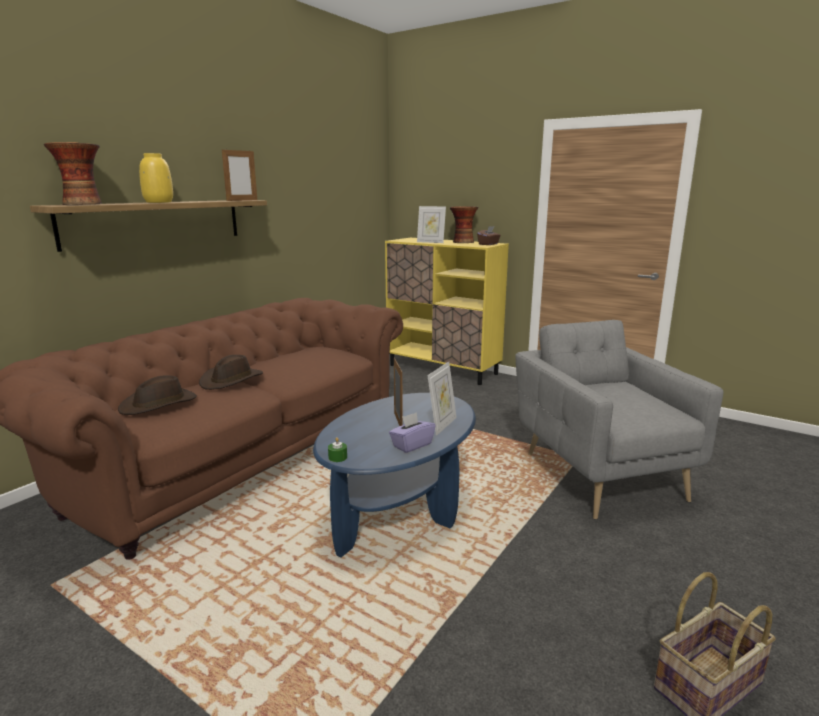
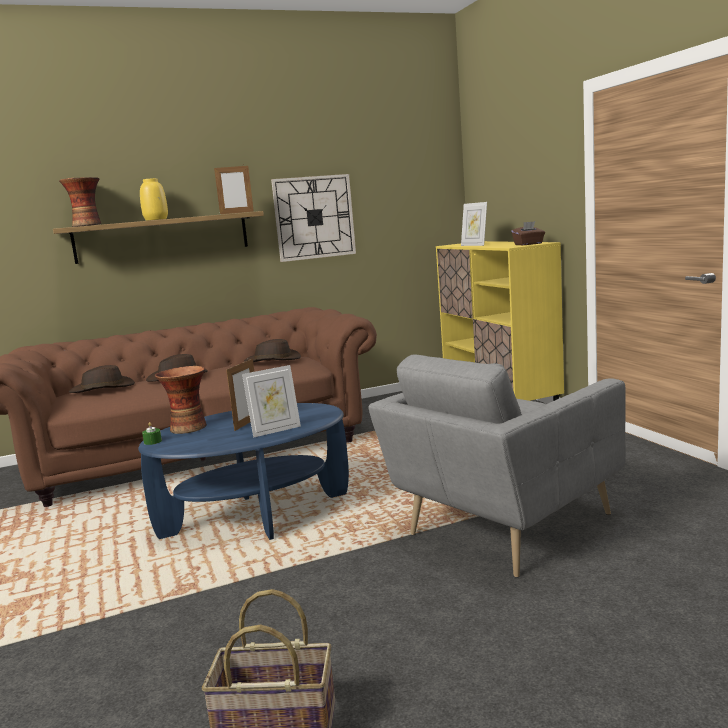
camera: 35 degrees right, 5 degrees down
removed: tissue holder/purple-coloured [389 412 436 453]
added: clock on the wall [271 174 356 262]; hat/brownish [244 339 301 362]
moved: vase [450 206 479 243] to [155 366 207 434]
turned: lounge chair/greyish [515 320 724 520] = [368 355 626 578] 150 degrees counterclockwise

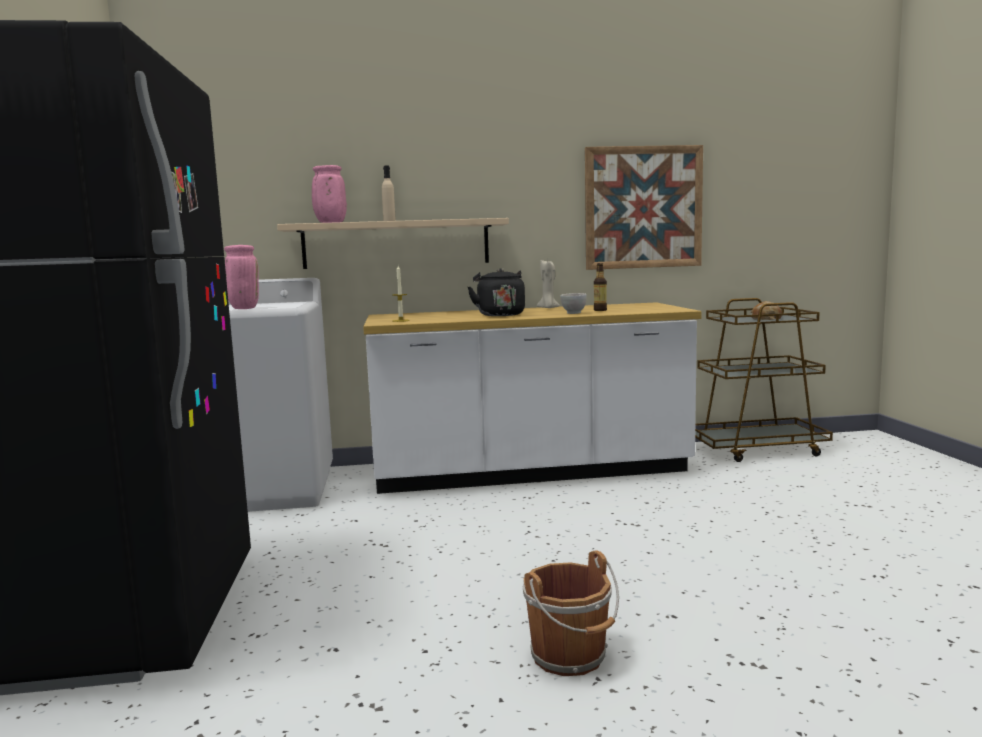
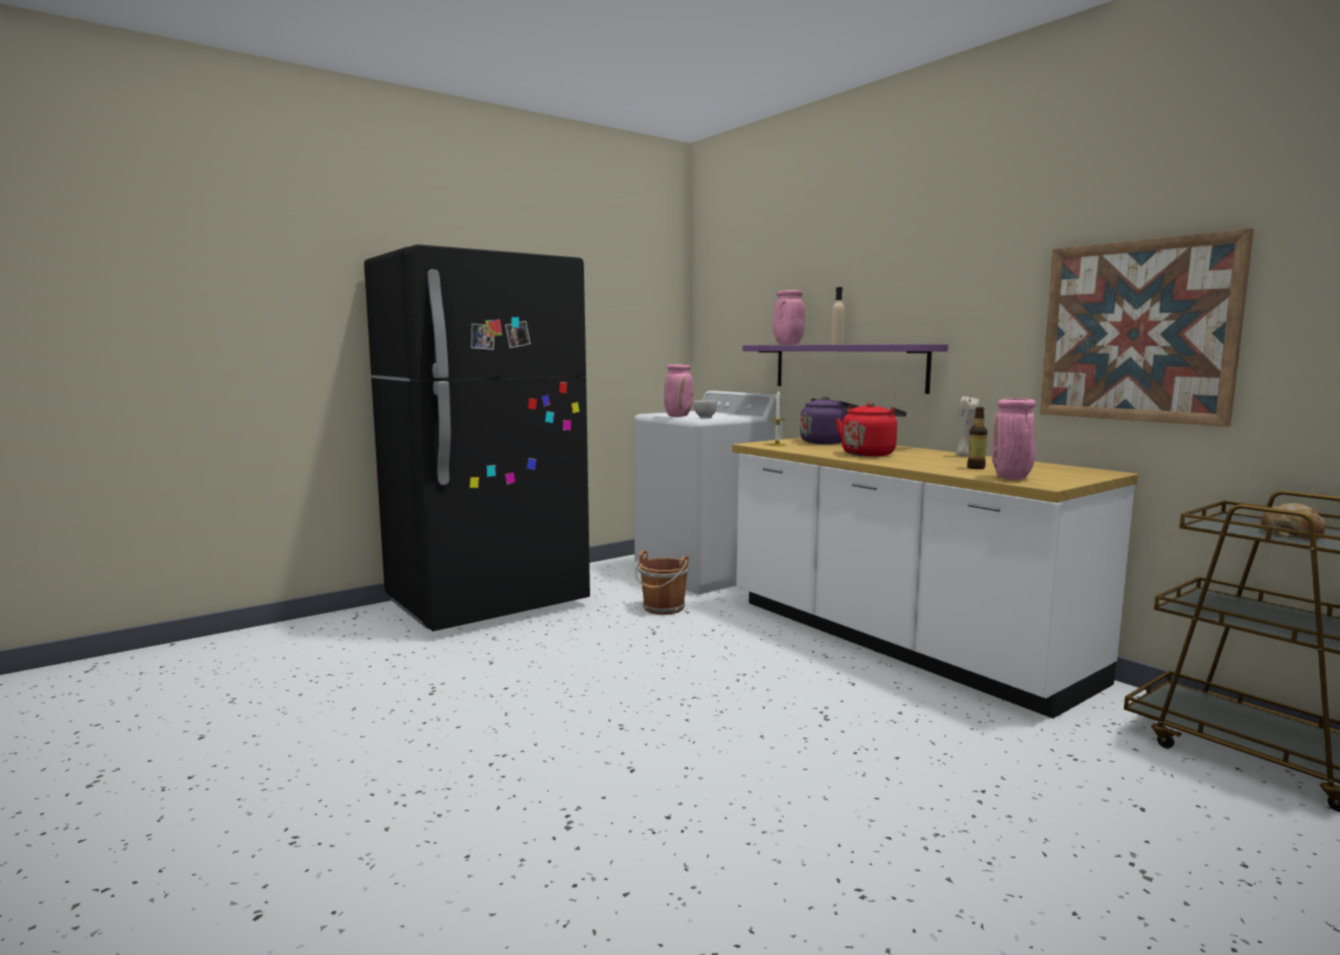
camera: 60 degrees right, 0 degrees up
added: water kettle/purple-coloured [800 396 859 444]; vase/pinkish [992 398 1036 480]
moved: serving bowl/white-coloured [560 293 587 314] to [693 400 717 419]; water bucket/brownish [523 550 619 676] to [635 550 689 615]
recoloured: wall shelf/beige-coloured [277 218 509 269] to wall shelf/purple-coloured [742 344 948 394]; water kettle/blackish [468 268 525 316] to water kettle/red-coloured [836 402 907 457]

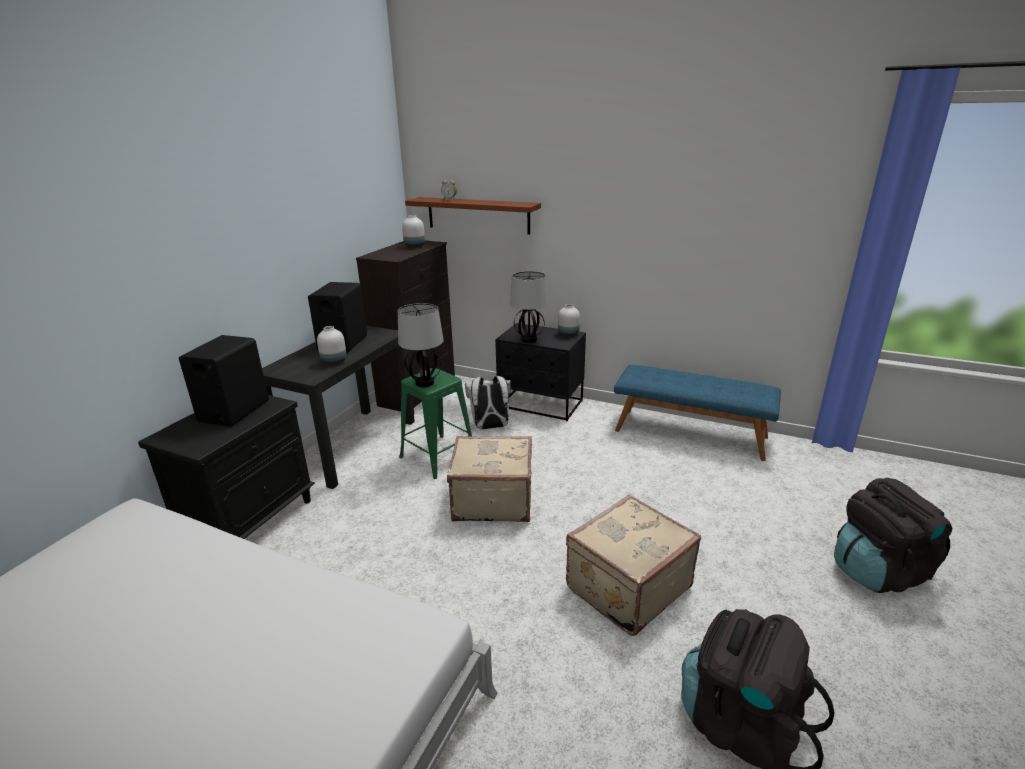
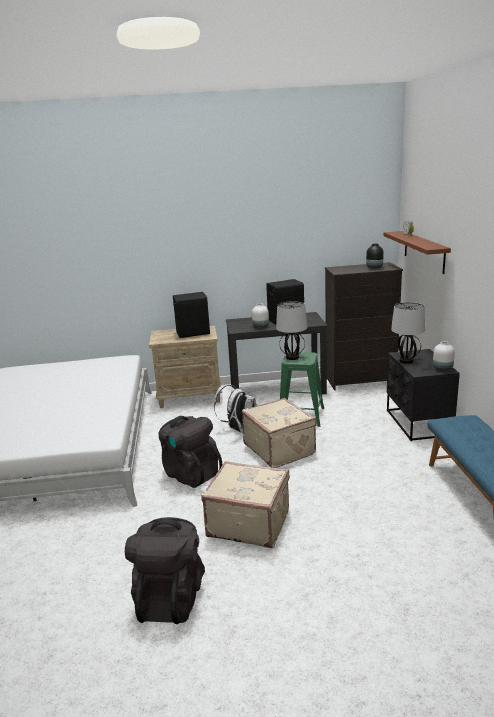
camera: 60 degrees right, 5 degrees down
moved: knapsack/white-coloured [465 376 511 430] to [214 384 257 433]; knapsack/blackish [834 478 952 593] to [159 416 222 488]
recoloured: vase/white-coloured [402 215 425 248] to vase/blackish [366 244 384 269]; night table/blackish [138 395 315 539] to night table/beige-coloured [149 326 222 408]

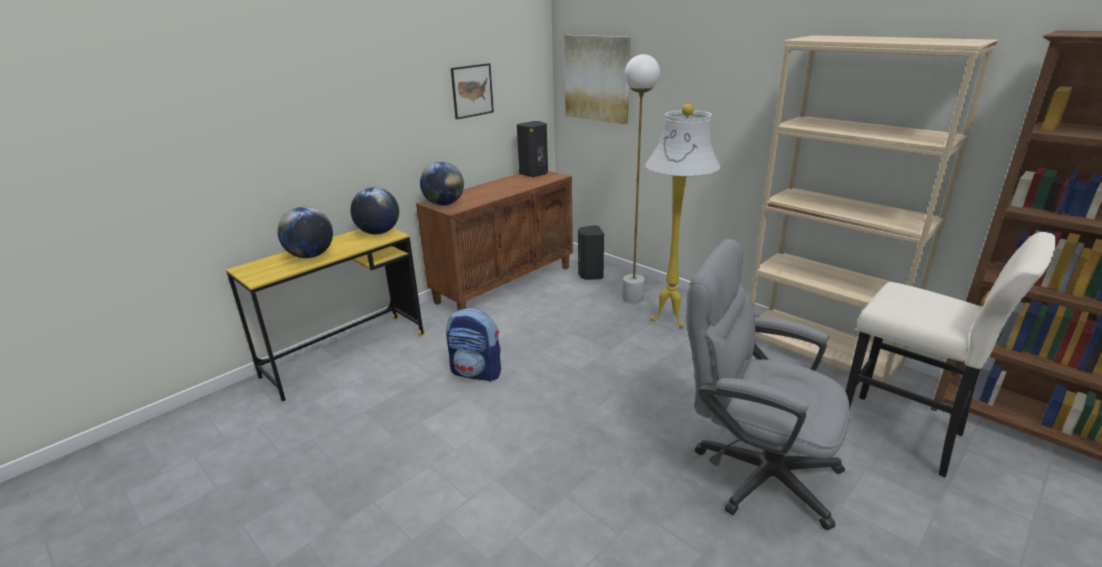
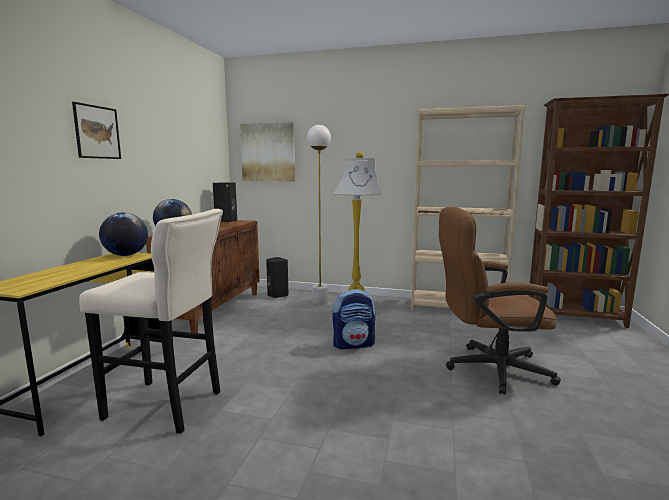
camera: 30 degrees left, 15 degrees down
removed: desk globe [278 207 333 258]
moved: wall art [451 63 494 119] to [72 102 121 159]; sitting stool/beige-coloured [846 232 1056 477] to [79 209 223 434]; knapsack [446 308 501 382] to [332 289 375 349]
recoloured: computer chair/greyish [686 239 849 530] to computer chair/brownish [439 206 561 394]

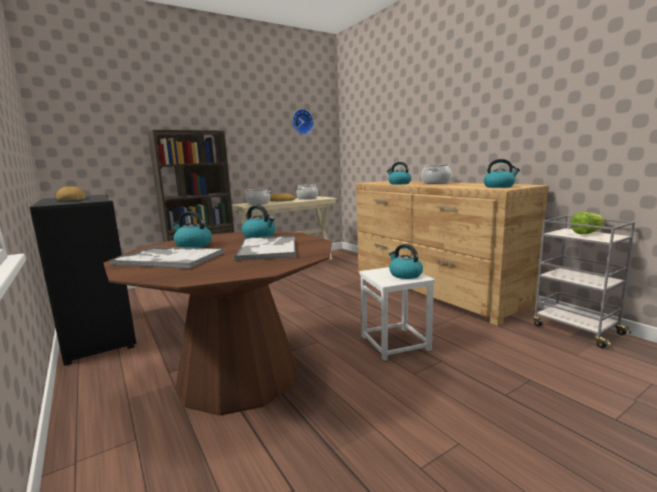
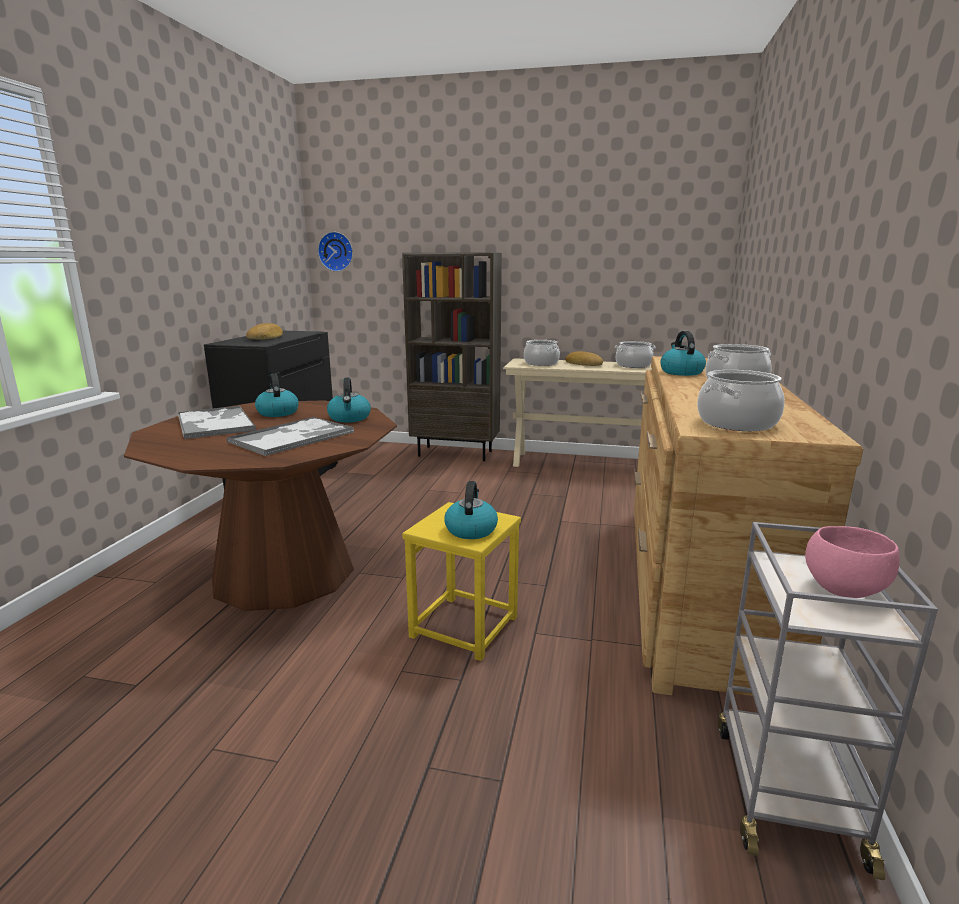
camera: 45 degrees right, 5 degrees up
moved: clock on the wall [292 109 314 135] to [318 232 353 272]
replaced: water kettle [484 159 520 188] to cooking pot [697 370 785 431]; lettuce head [570 212 605 234] to serving bowl/pinkish [805 526 900 598]
recoloured: sitting stool/white-coloured [359 267 435 361] to sitting stool/yellowish [402 502 521 661]

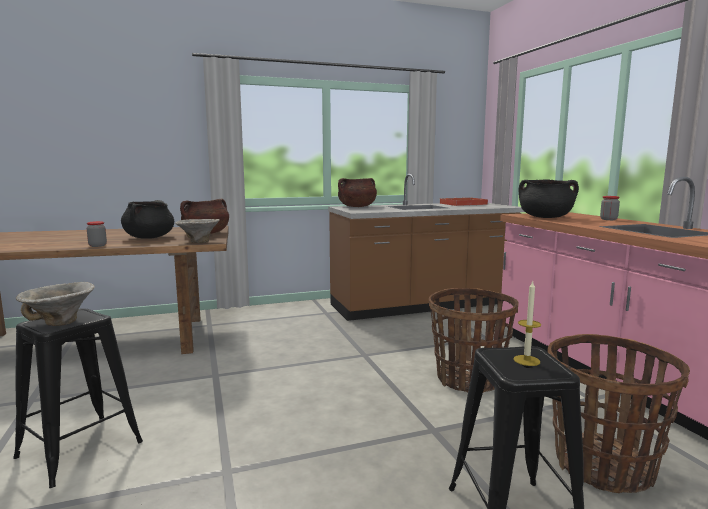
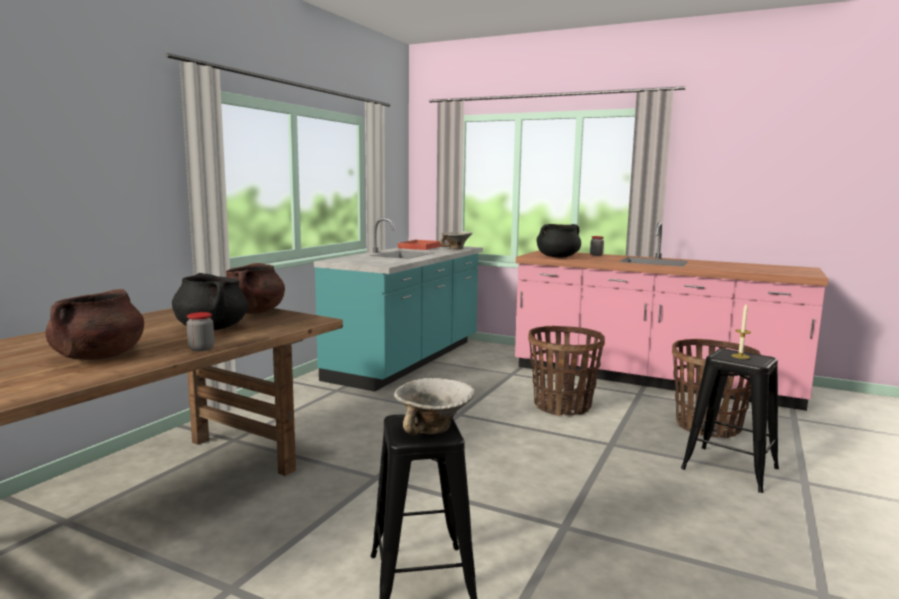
camera: 45 degrees left, 0 degrees up
moved: cooking pot/brownish [338 178 377 207] to [46 289 144 360]; serving bowl [175 219 220 243] to [440 231 473 249]
recoloured: counter/brownish [328 174 525 321] to counter/turquoise-coloured [314 218 483 392]

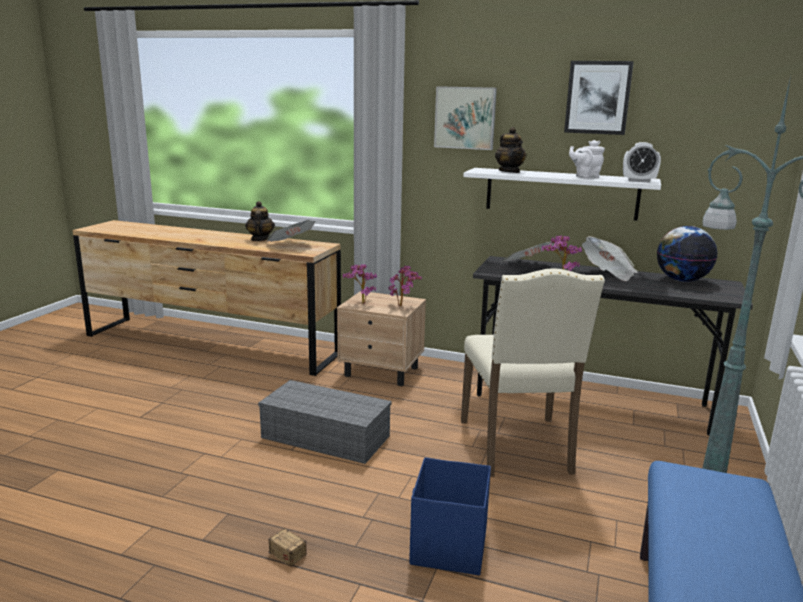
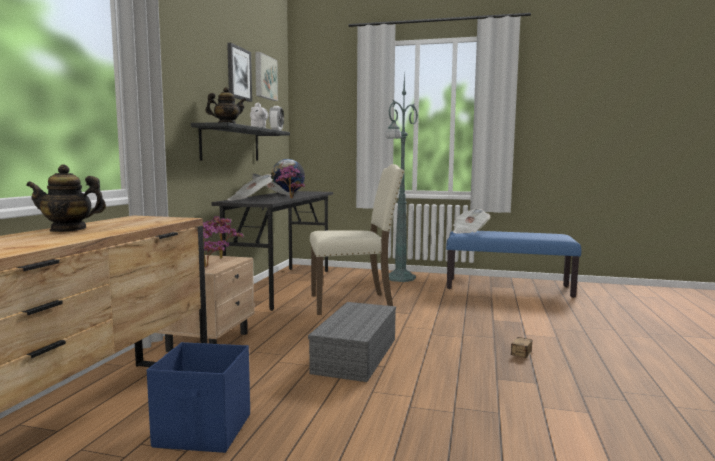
camera: 95 degrees left, 10 degrees down
moved: wall art [434 86 497 150] to [255 52 278 101]; daily paper [266 220 315 242] to [453 209 490 234]; storage bin/bluish [409 458 491 575] to [147 342 250 453]
recoloured: wall shelf/white-coloured [463 168 661 221] to wall shelf/blackish [191 122 290 161]

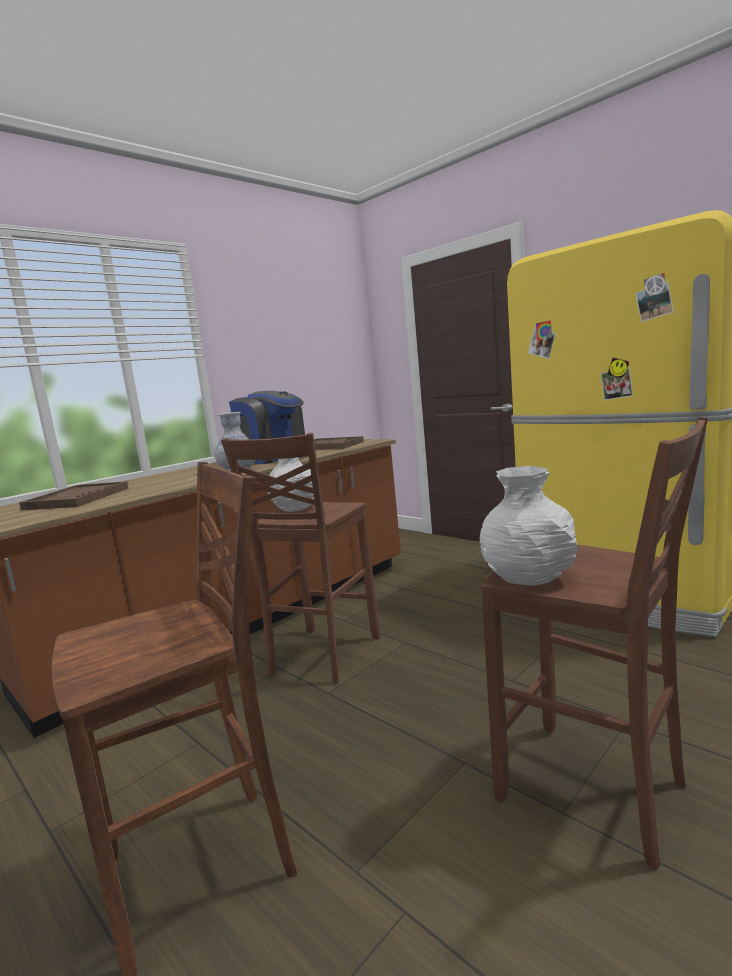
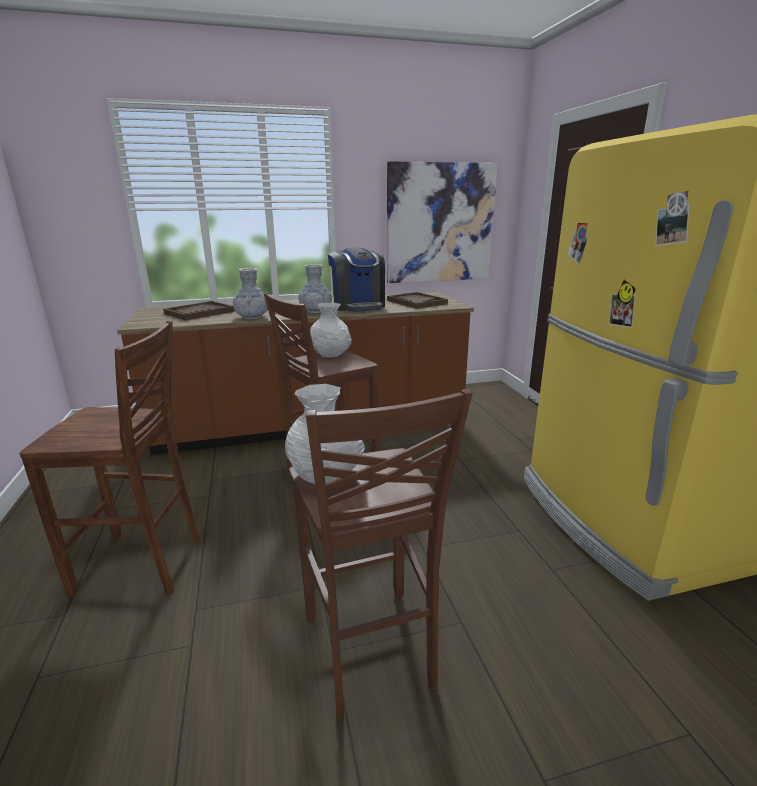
camera: 30 degrees right, 10 degrees up
added: wall art [387 161 498 283]; vase [233 268 268 319]

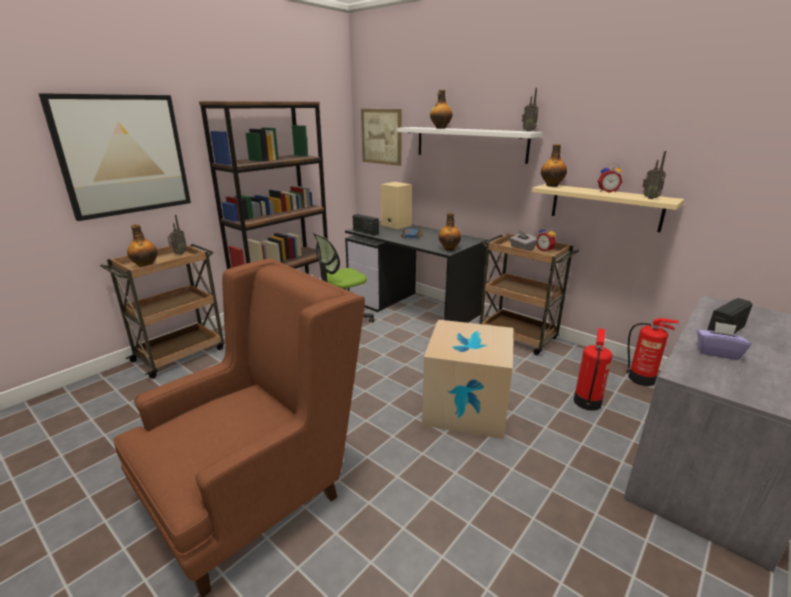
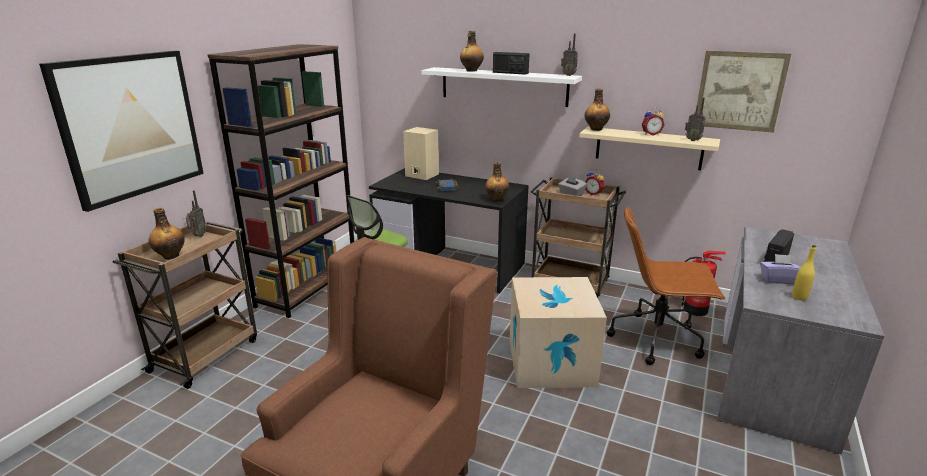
camera: 15 degrees left, 0 degrees up
added: bottle/yellowish [792 245 816 301]
moved: wall art [361 109 402 166] to [697 50 791 133]; radio [353 214 379 236] to [493 52 530 75]
replaced: fire extinguisher [574 328 613 411] to computer chair/brownish [607 207 725 365]

